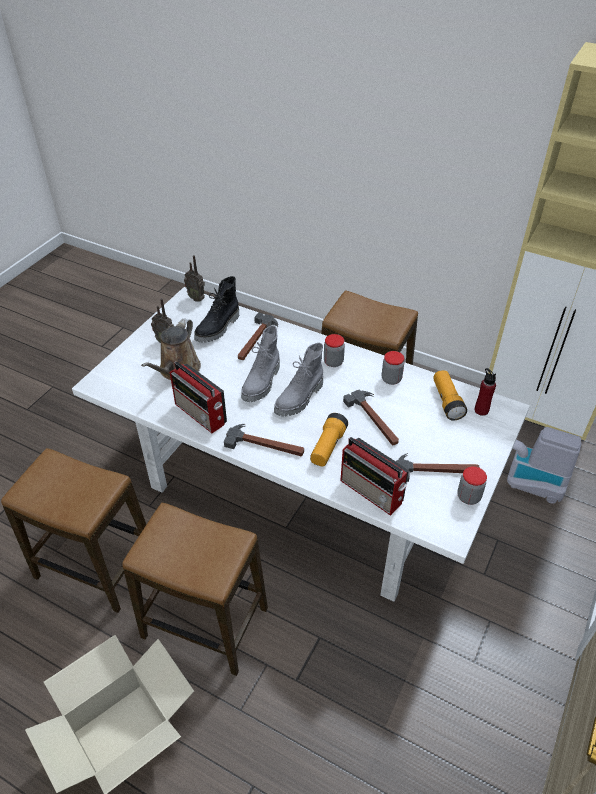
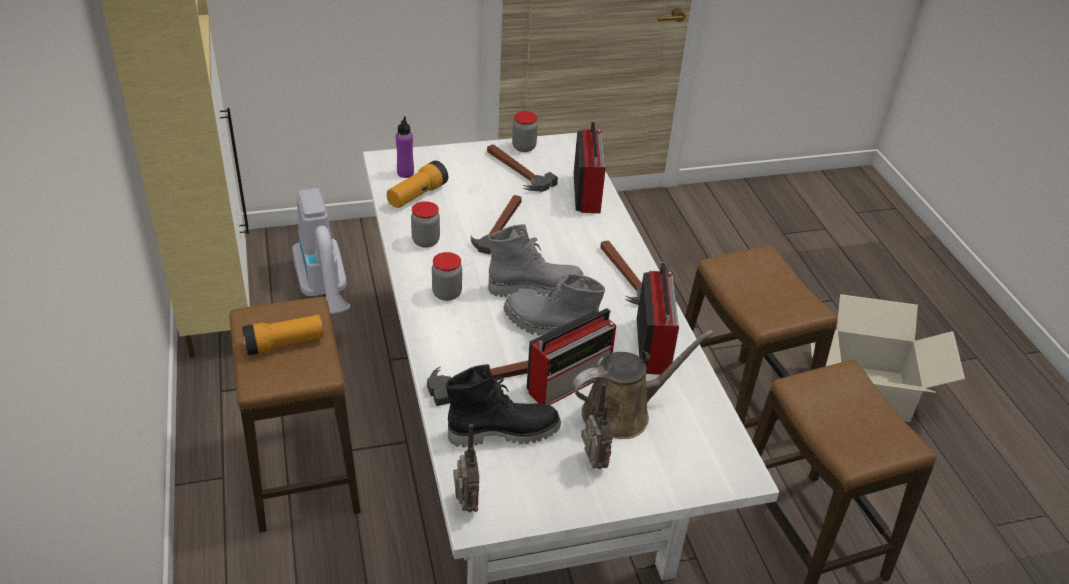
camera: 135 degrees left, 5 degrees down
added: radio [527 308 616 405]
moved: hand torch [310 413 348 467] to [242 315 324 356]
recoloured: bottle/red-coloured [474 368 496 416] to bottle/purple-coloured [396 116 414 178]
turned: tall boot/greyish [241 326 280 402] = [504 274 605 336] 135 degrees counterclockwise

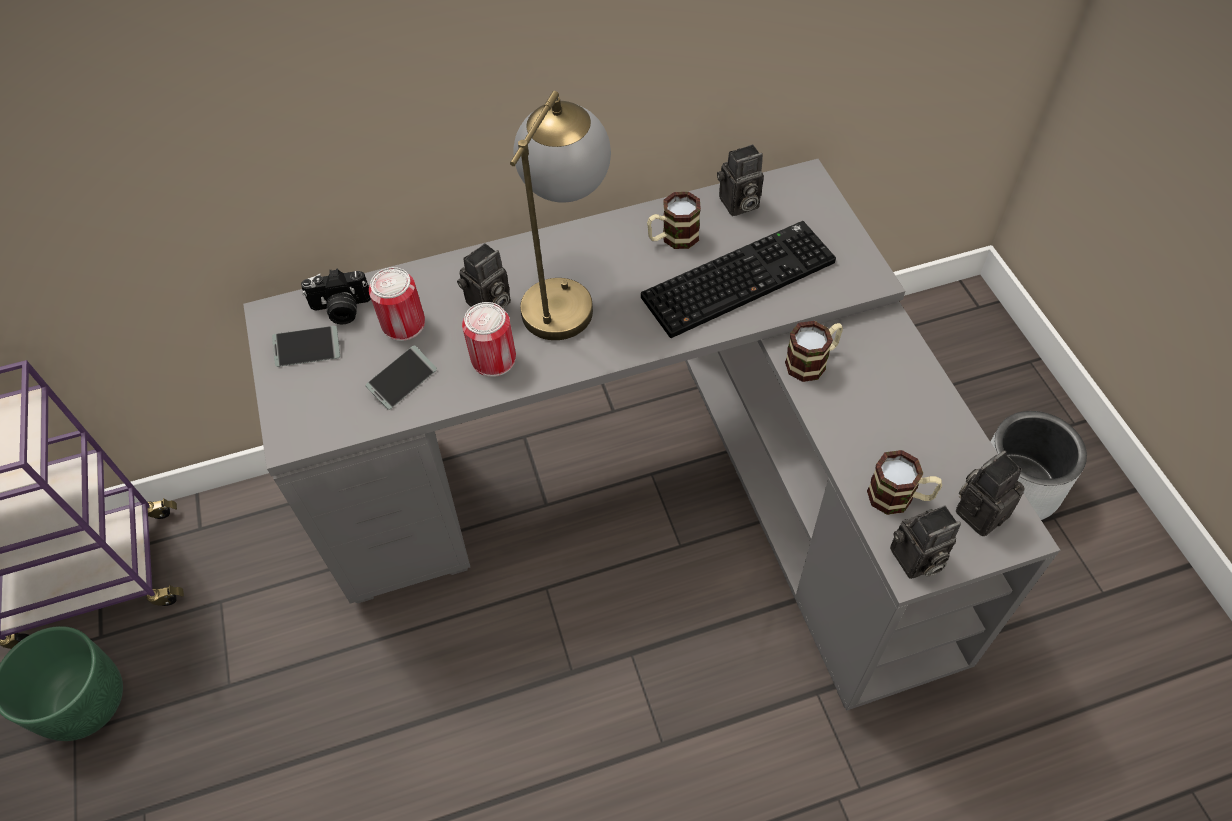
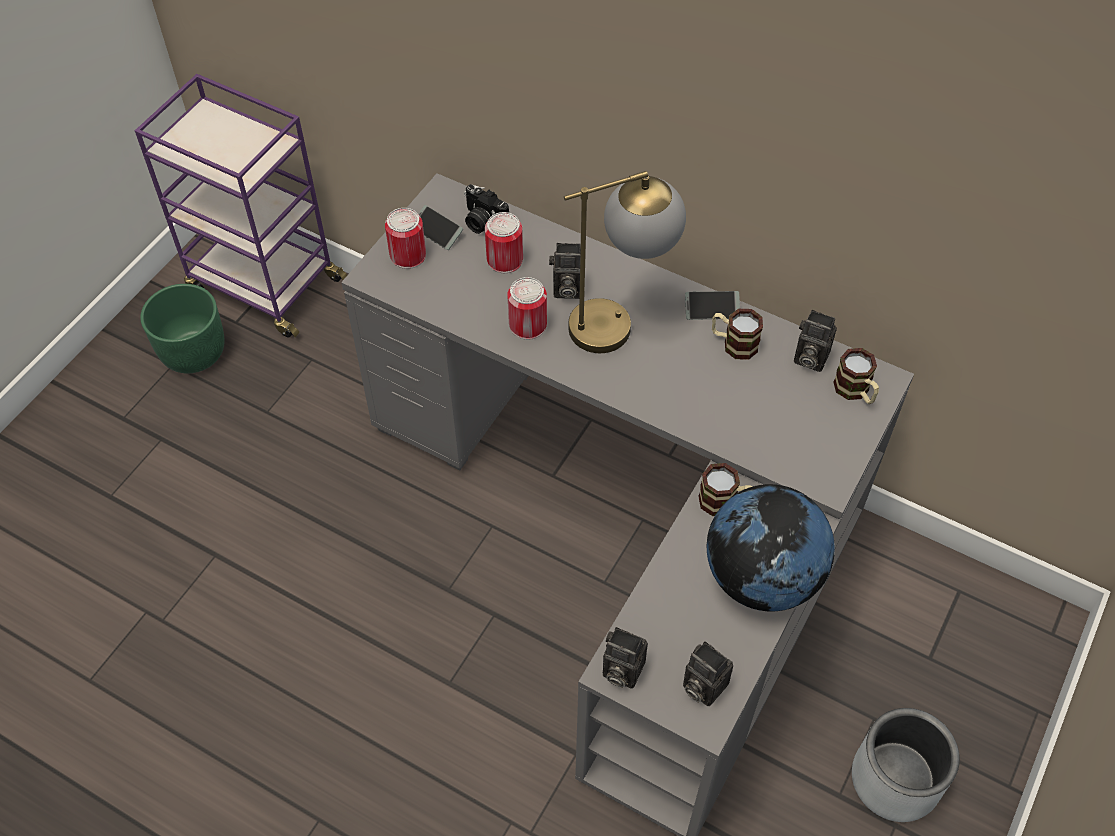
camera: 45 degrees right, 0 degrees up
removed: PC keyboard [641 221 836 338]
added: sealed can [385 208 426 269]; desk globe [707 484 835 611]
moved: telephone [366 345 437 410] to [685 291 740 320]; tea mug [867 450 942 515] to [833 348 879 404]
turned: still camera [956 451 1025 536] = [683 641 733 706] 150 degrees counterclockwise

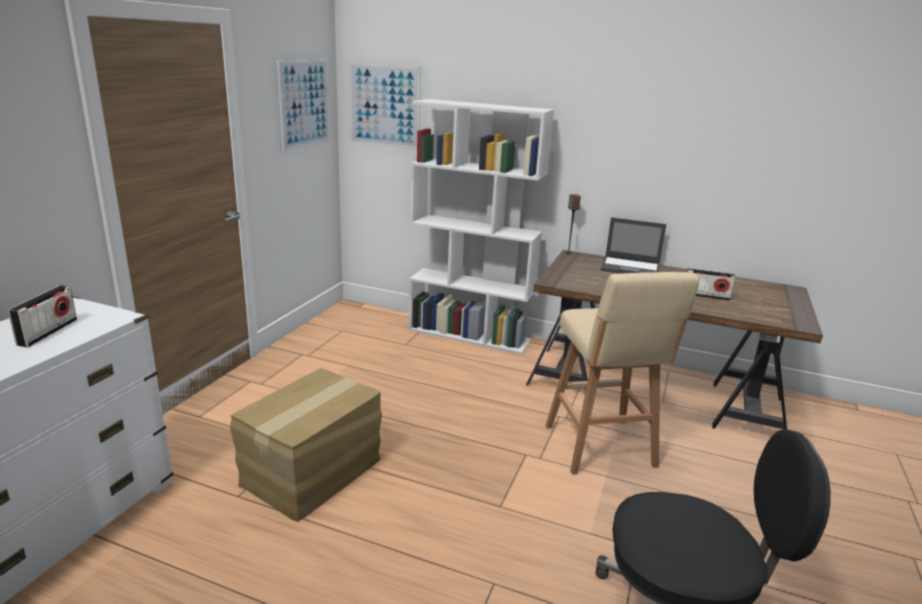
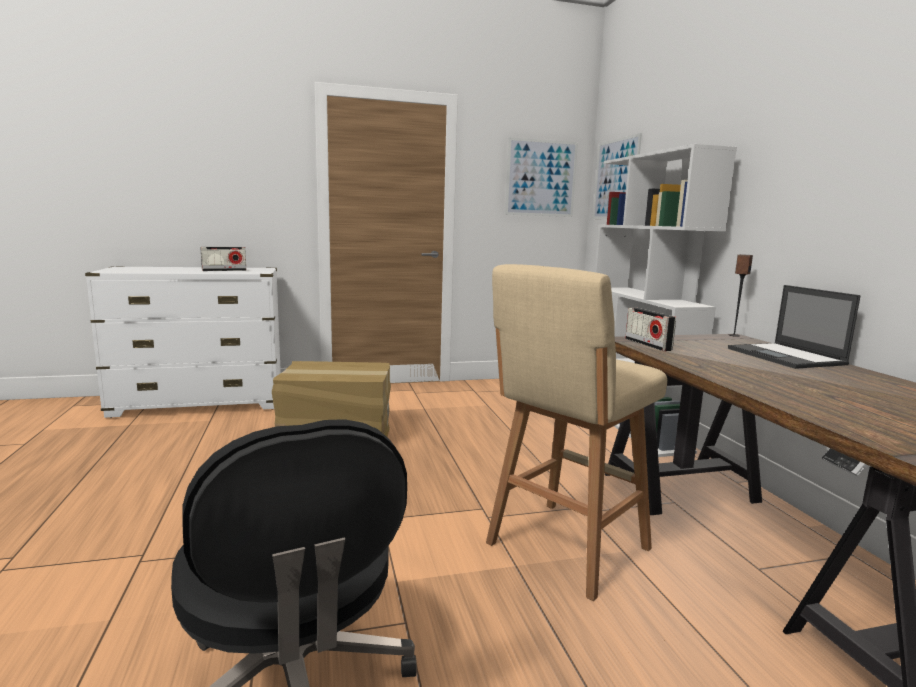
camera: 55 degrees right, 10 degrees down
moved: radio [687 268 736 301] to [625 307 676 351]

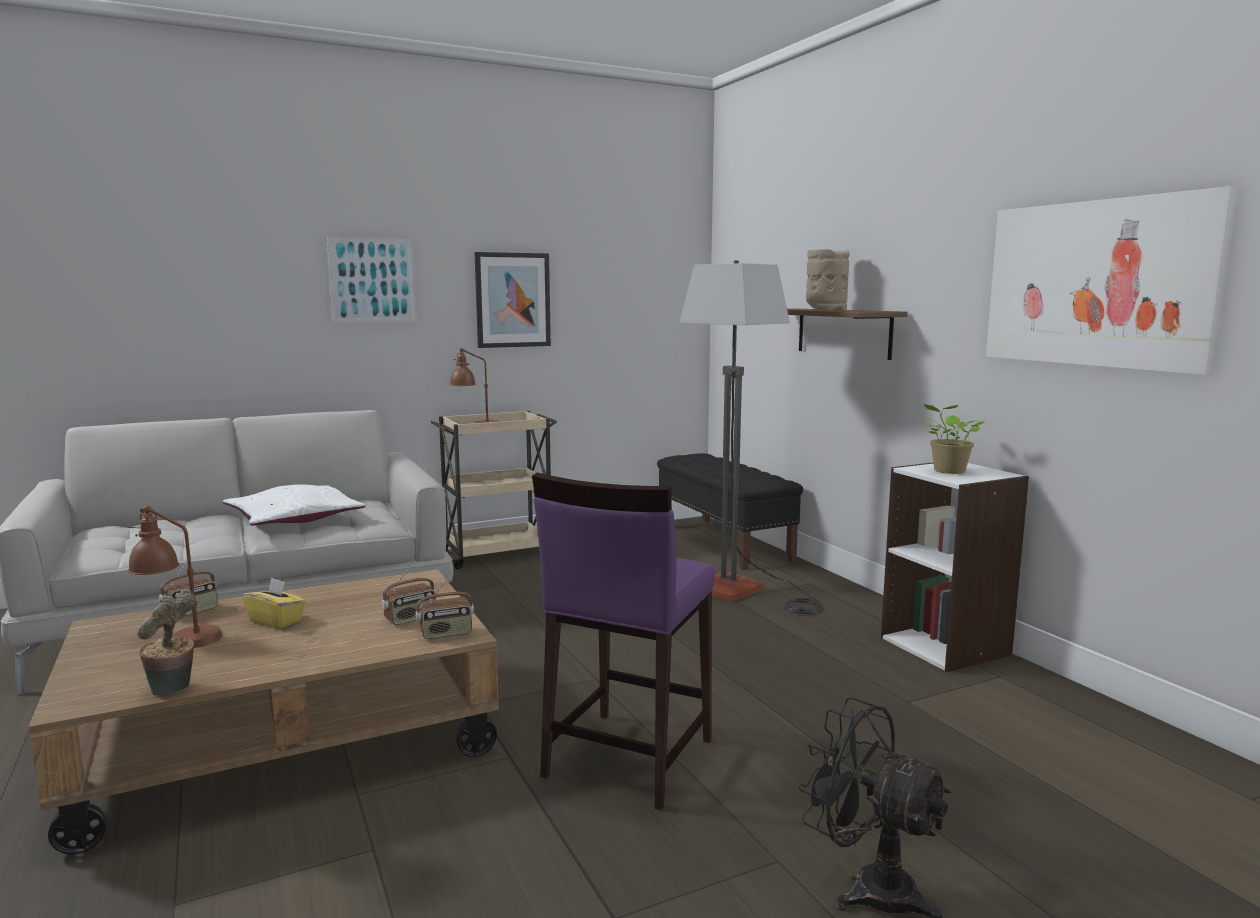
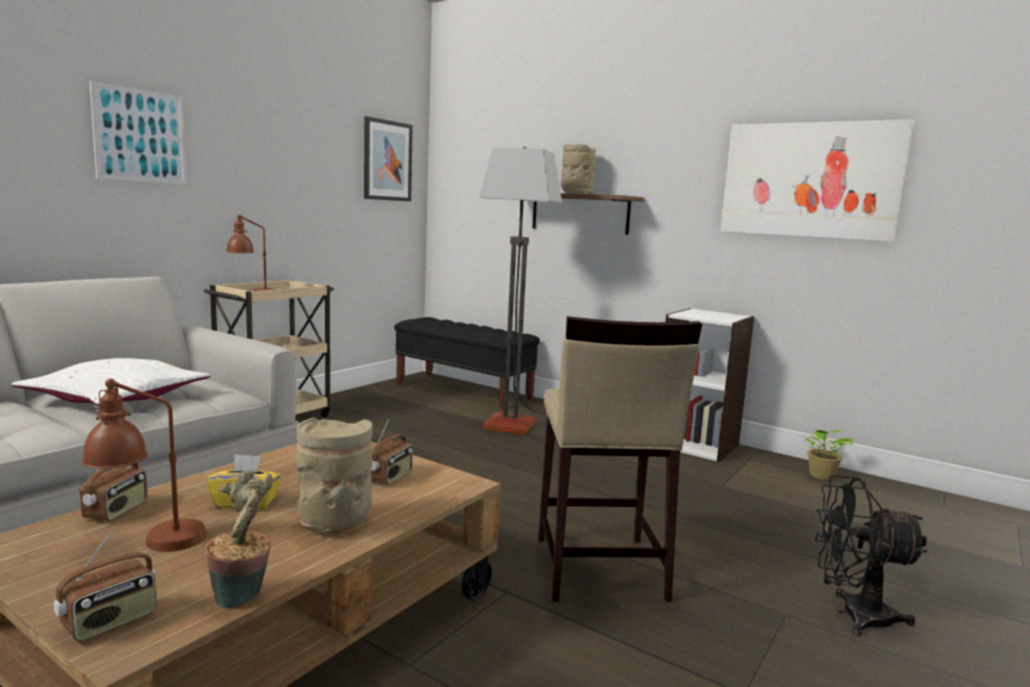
camera: 30 degrees left, 0 degrees up
added: vase/beige-coloured [297 418 373 534]
moved: wall art [474 252 551 348] to [364 116 413 201]; houseplant [922 404 985 474] to [805 430 854 480]; radio [415 575 474 639] to [53 529 156 642]
recoloured: sitting stool/purple-coloured [532 473 715 810] to sitting stool/beige-coloured [538 316 702 602]

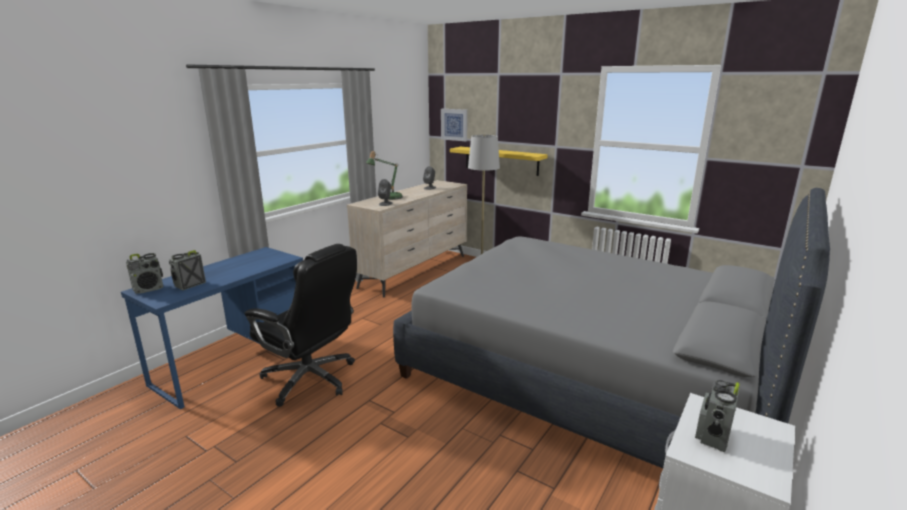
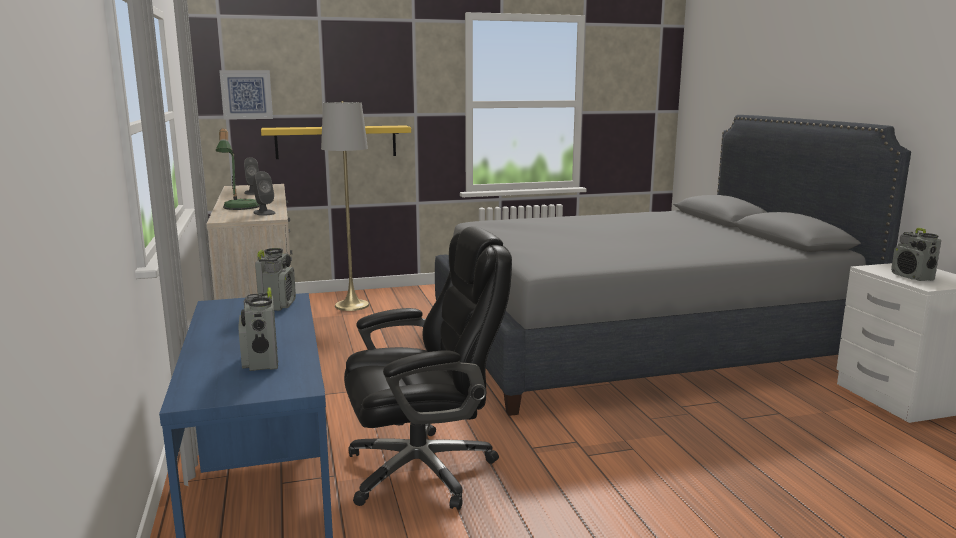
camera: 50 degrees left, 5 degrees down
moved: radio [126 253 163 294] to [255 248 296 311]

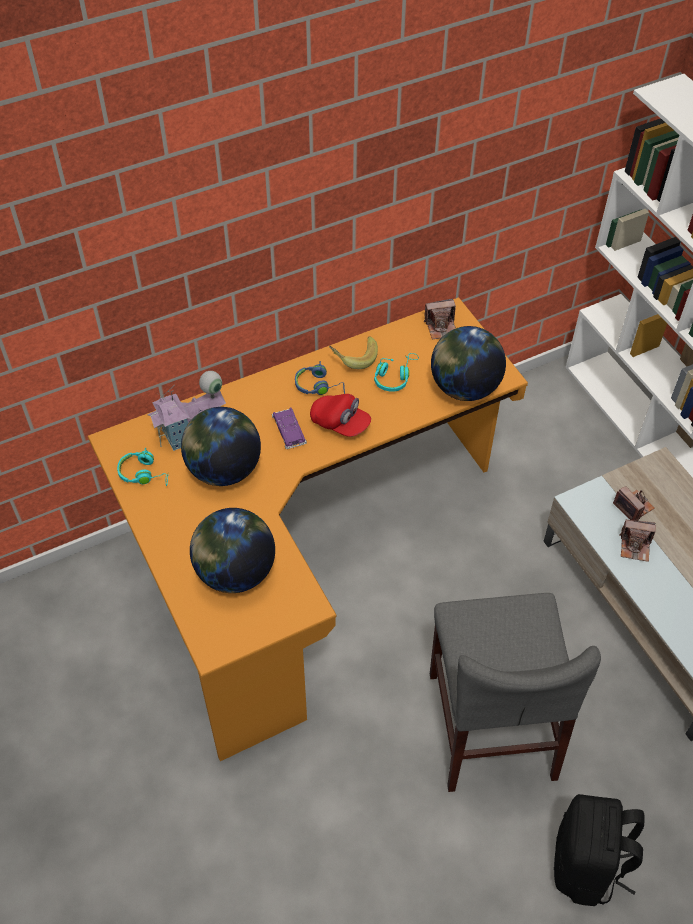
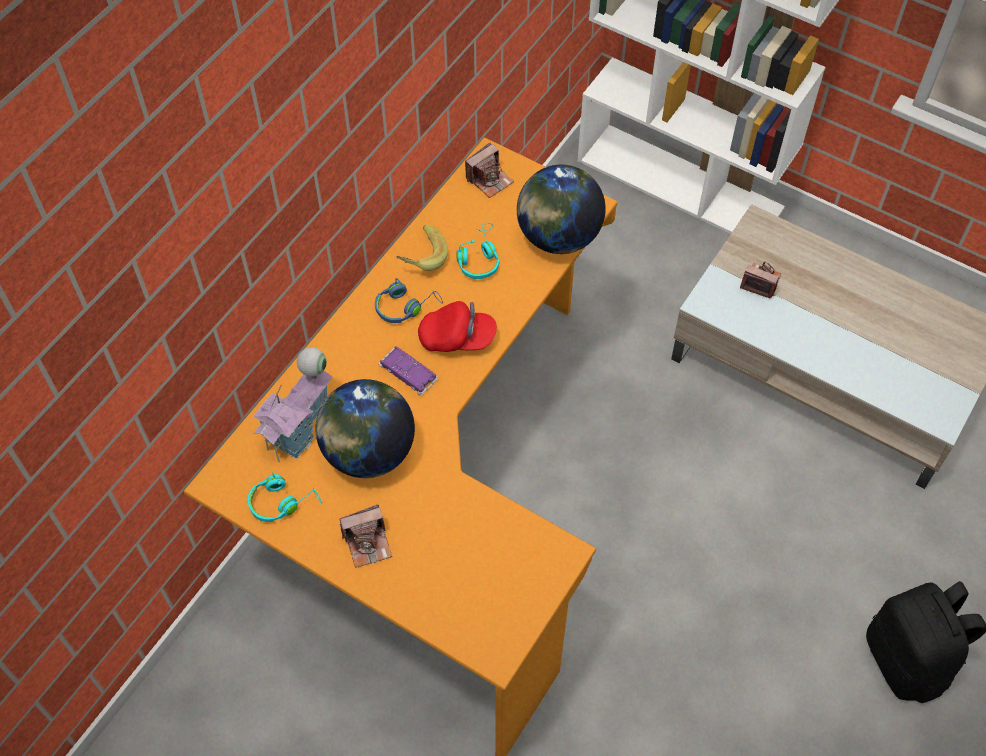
camera: 30 degrees left, 5 degrees up
removed: desk globe [190 508 275 593]; chair/greyish [430 593 601 792]
moved: still camera [620 520 656 562] to [340 505 392 568]

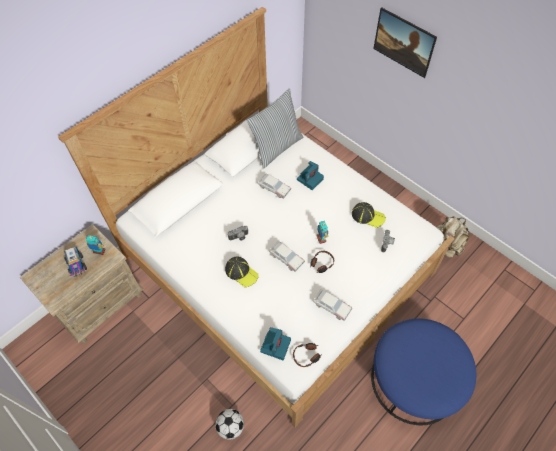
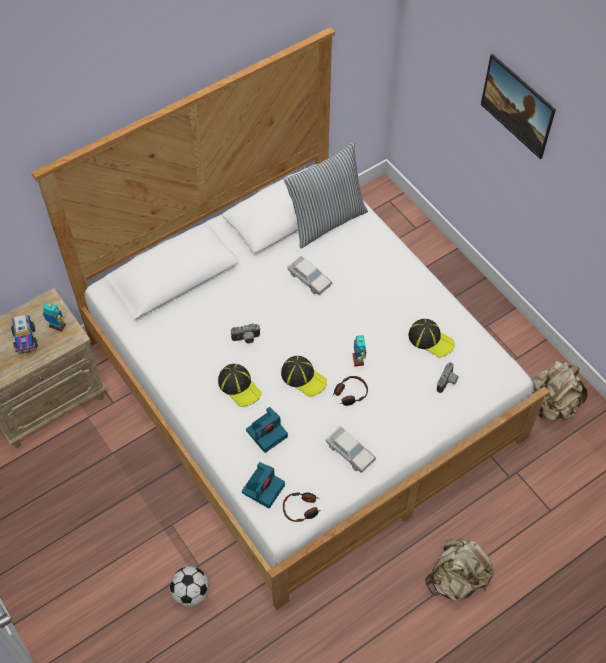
camera: 10 degrees right, 0 degrees up
moved: still camera [297 161 324 190] to [246 407 288 453]
replaced: model car [269 241 305 272] to cap [281 356 327 397]; pouffe/bluish [371 318 476 425] to knapsack/beige-coloured [425 539 494 602]

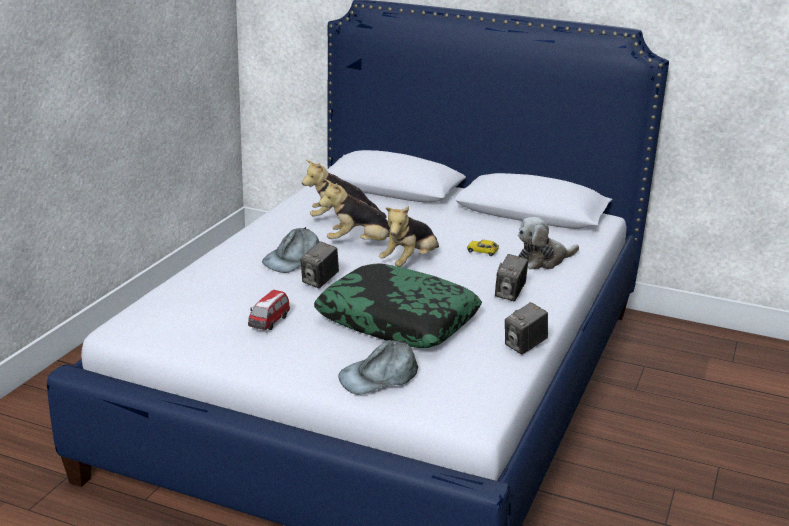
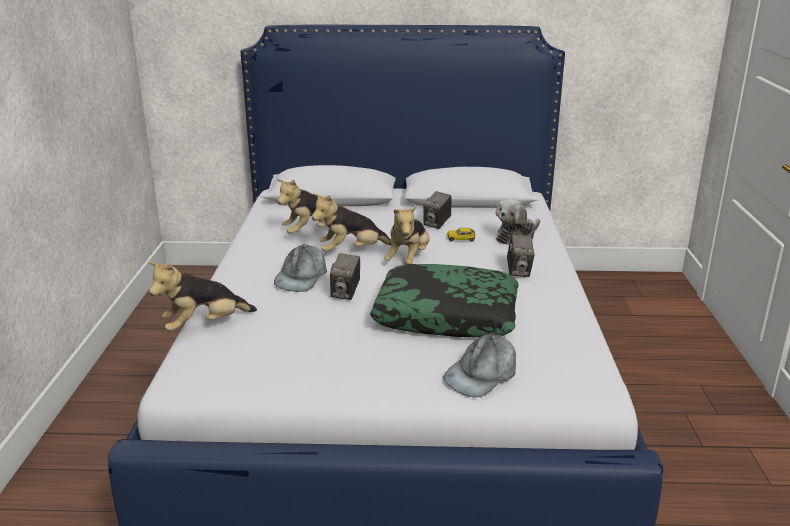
camera: 20 degrees left, 0 degrees up
removed: model car [248 290 290 330]
added: plush toy [148 262 257 331]
moved: still camera [505 302 548 355] to [423 191 451 229]

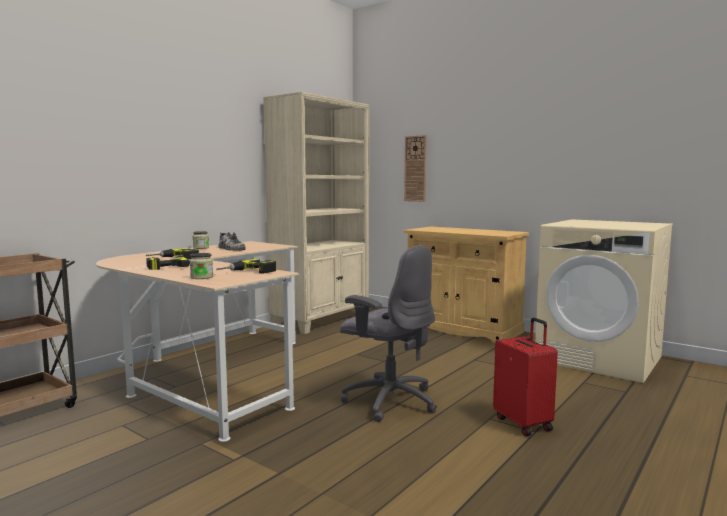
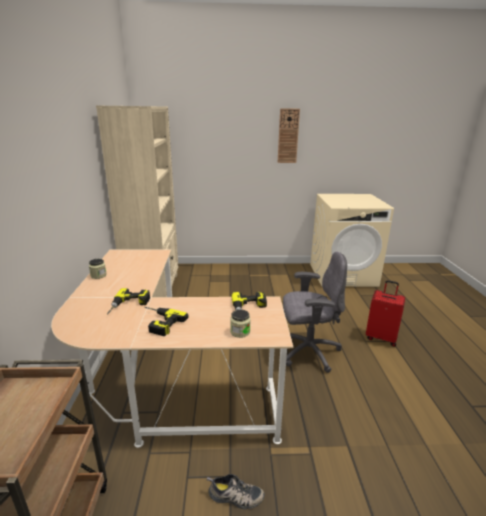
camera: 40 degrees left, 15 degrees up
removed: cabinet/beige-coloured [404 227 529 343]
moved: clock on the wall [404 135 427 202] to [277 108 300 163]; shoe [218 232 246 251] to [206 474 265 509]

